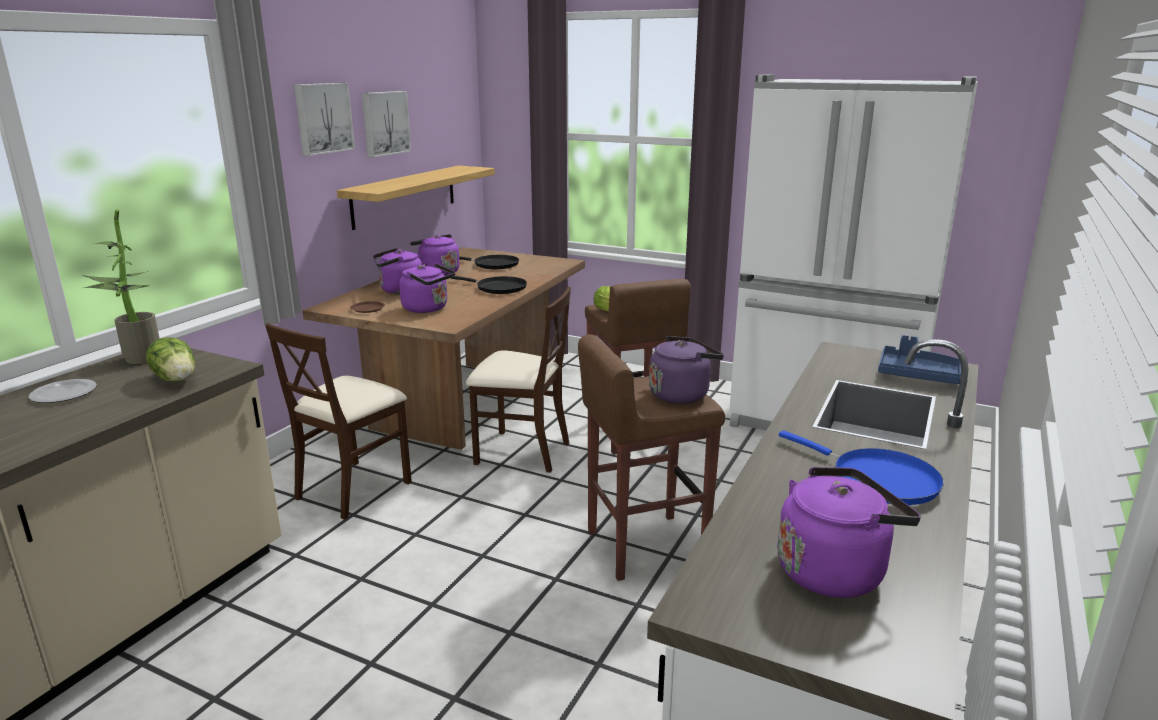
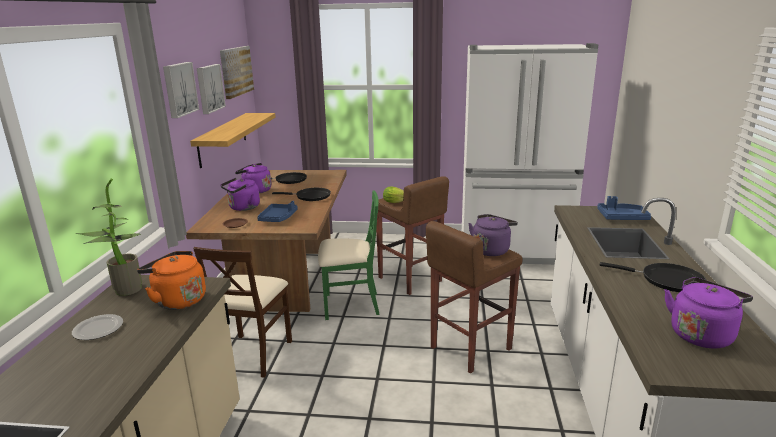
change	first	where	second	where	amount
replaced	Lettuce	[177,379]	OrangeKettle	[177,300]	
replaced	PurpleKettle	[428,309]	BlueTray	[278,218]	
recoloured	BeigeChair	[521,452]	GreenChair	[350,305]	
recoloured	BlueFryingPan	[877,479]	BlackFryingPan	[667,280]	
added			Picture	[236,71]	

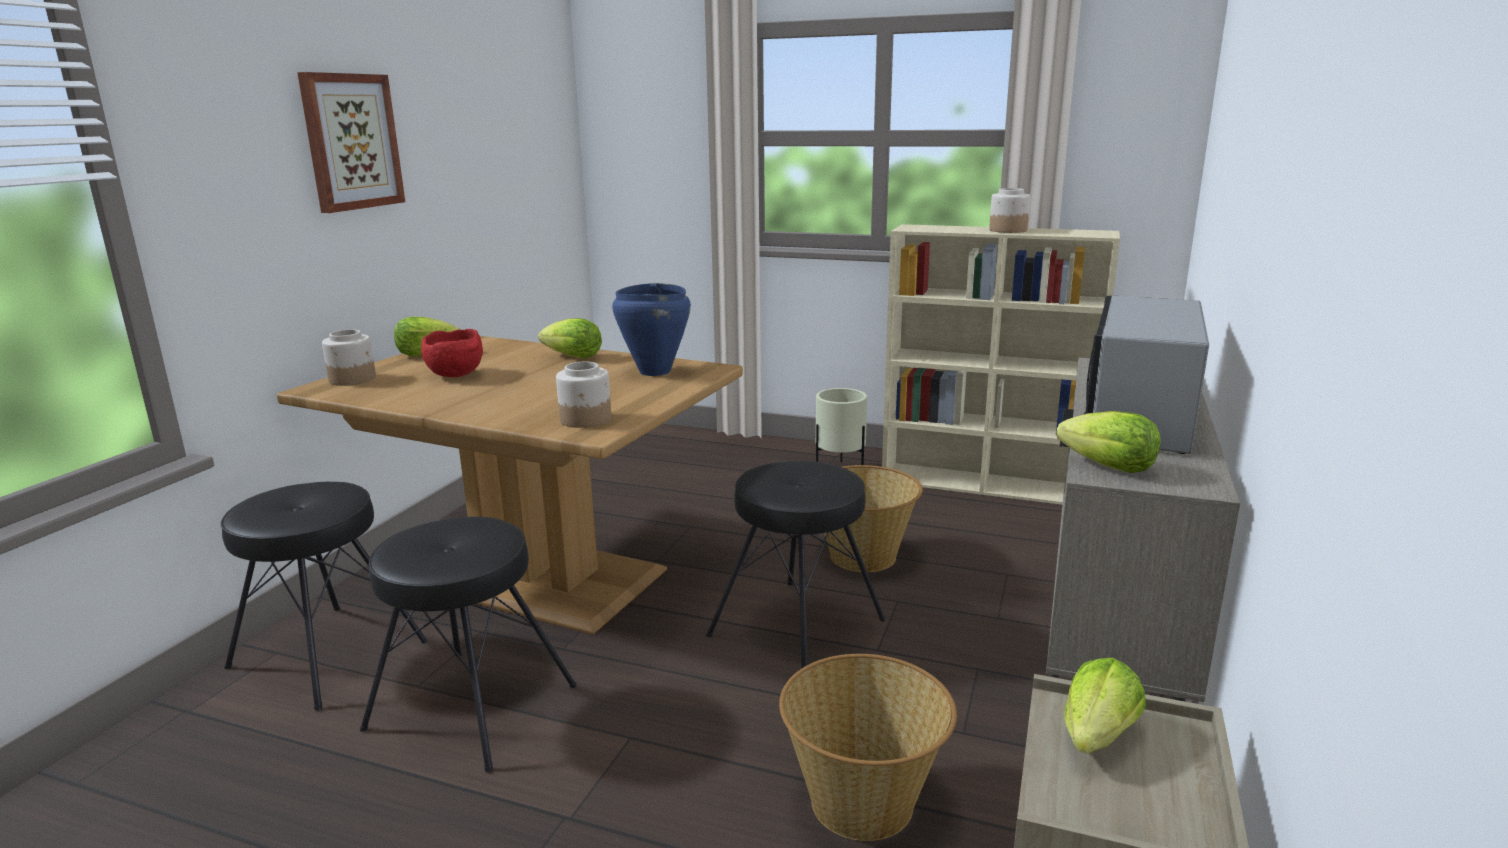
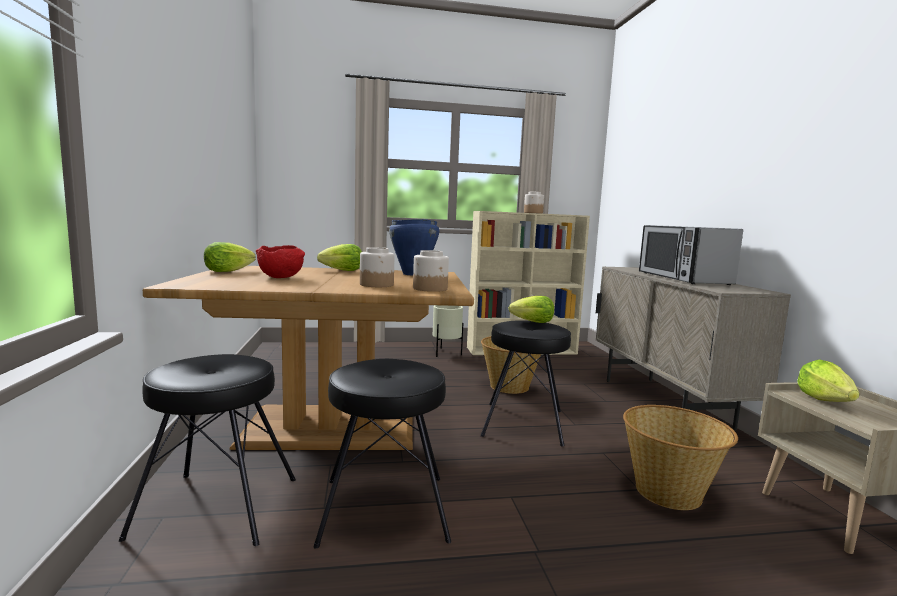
change	first	where	second	where	amount
removed	Picture	[351,142]			
moved	Jar	[353,379]		[377,285]	
moved	Lettuce	[1109,468]		[533,322]	

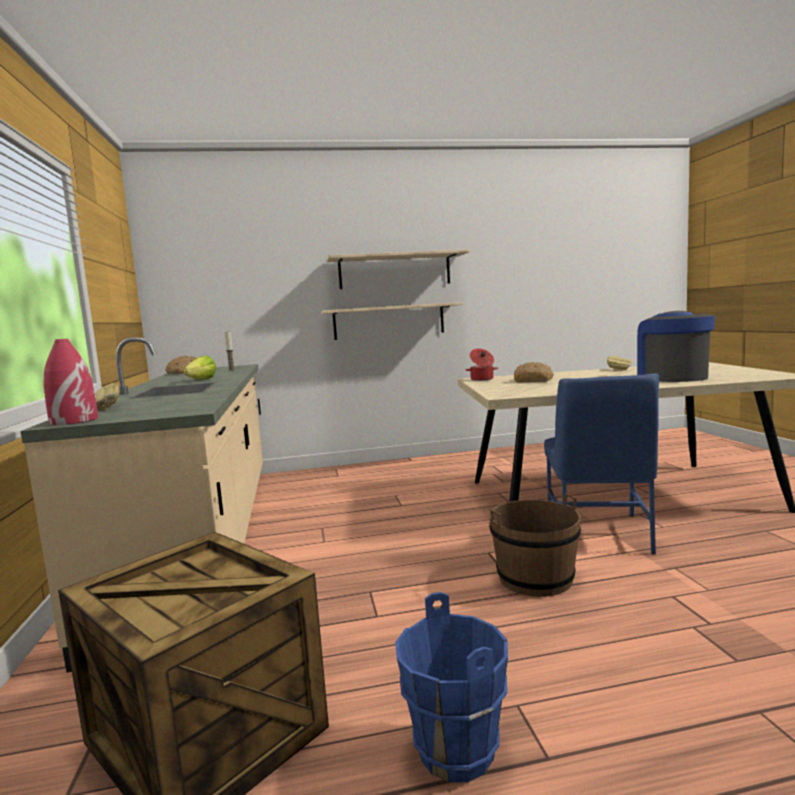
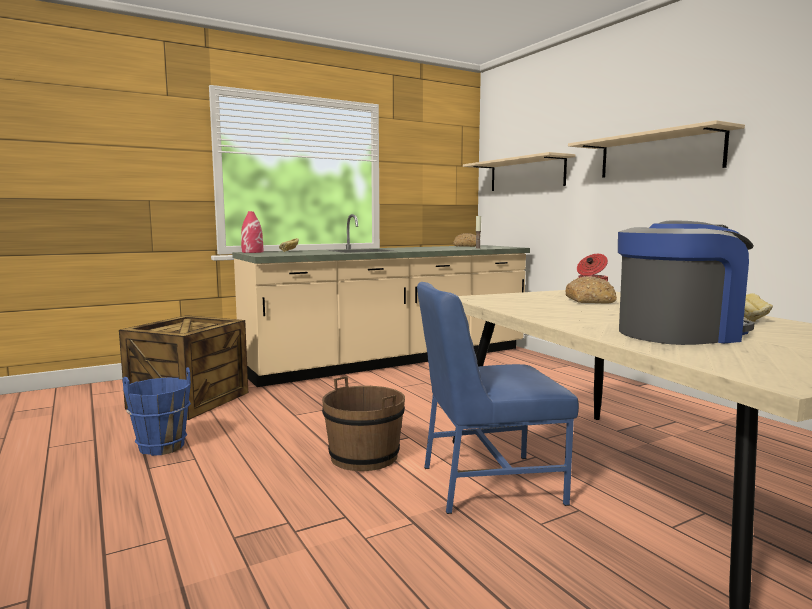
change	first	where	second	where	amount
removed	Lettuce	[198,381]			
moved	BeigeShelf	[389,321]		[526,174]	

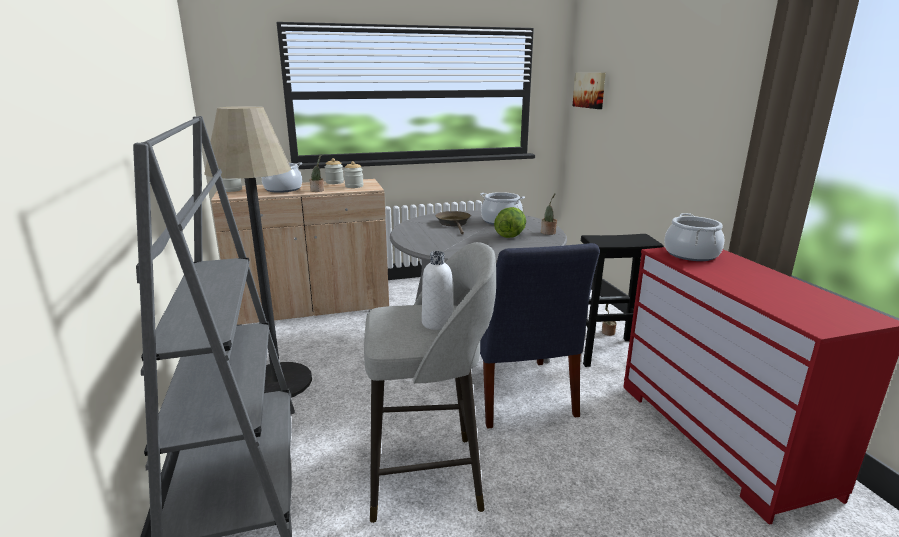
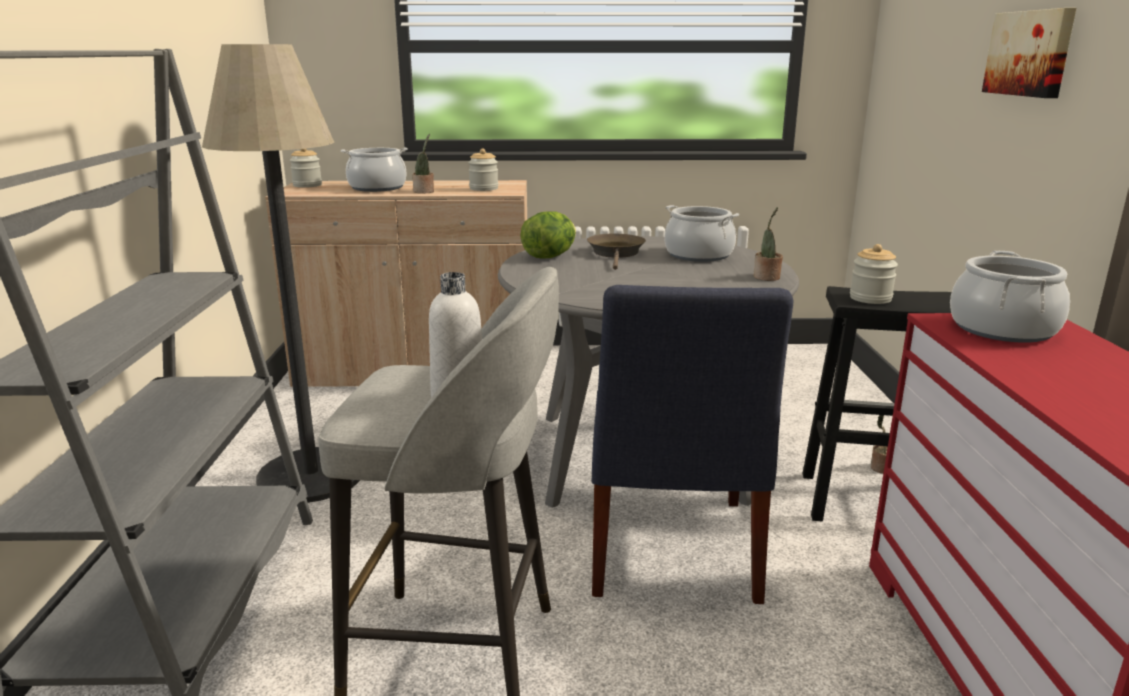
change	first	where	second	where	amount
moved	Jar	[334,182]		[870,298]	
moved	Lettuce	[510,236]		[549,256]	
moved	Picture	[590,90]		[1030,53]	

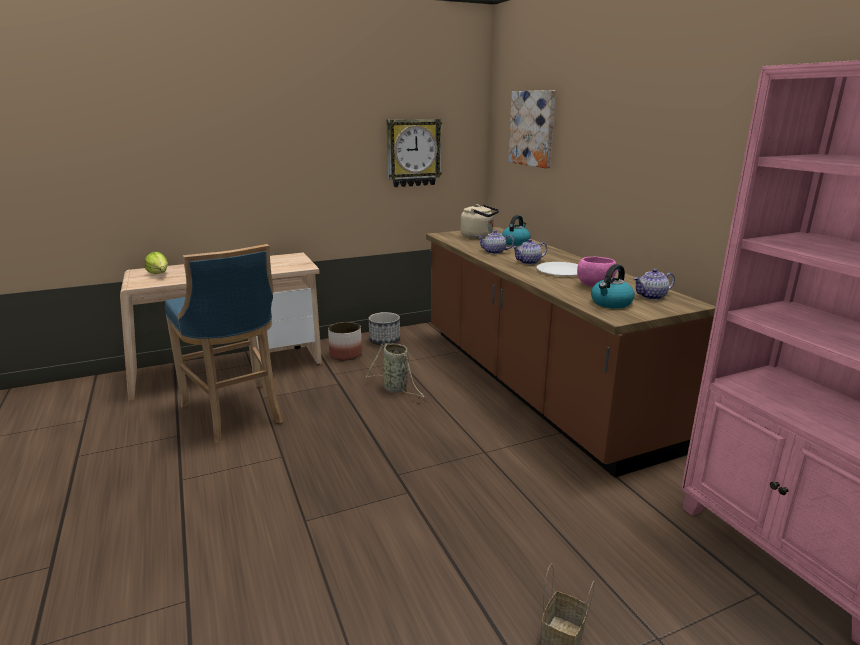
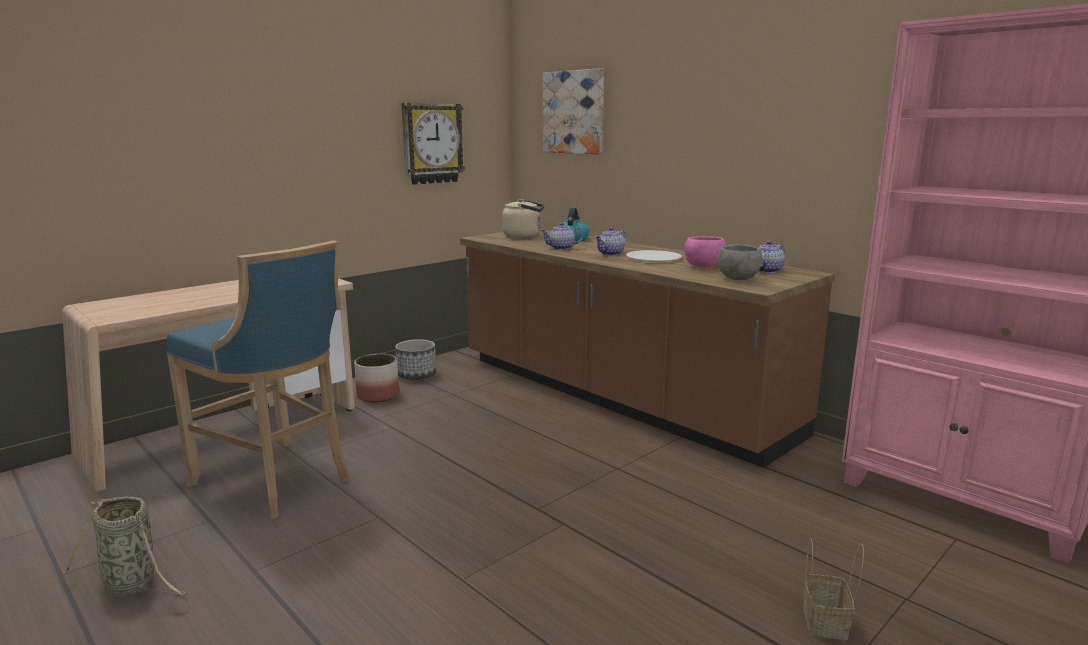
change	first	where	second	where	amount
removed	Lettuce	[159,275]			
moved	Basket	[396,389]		[133,584]	
replaced	Kettle	[611,303]	GreyBowl	[738,278]	

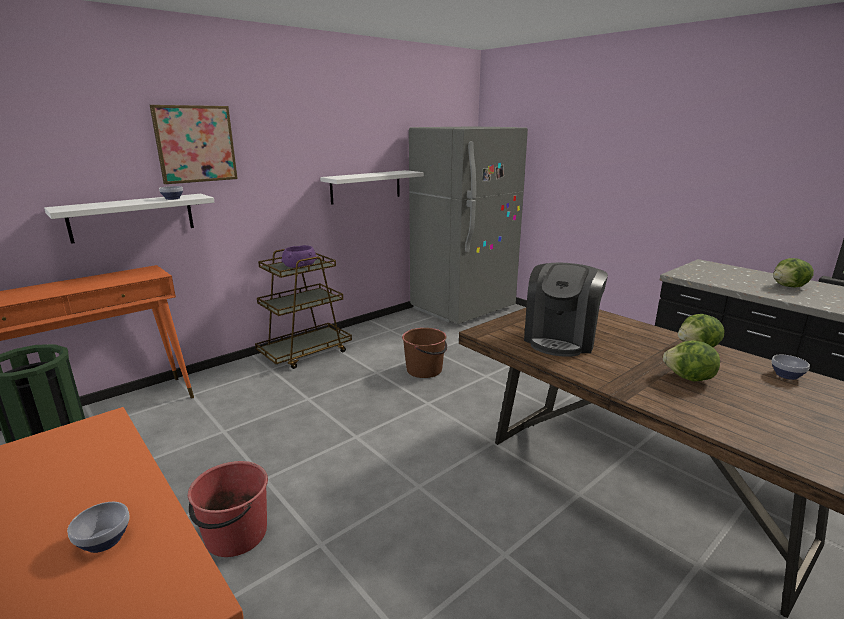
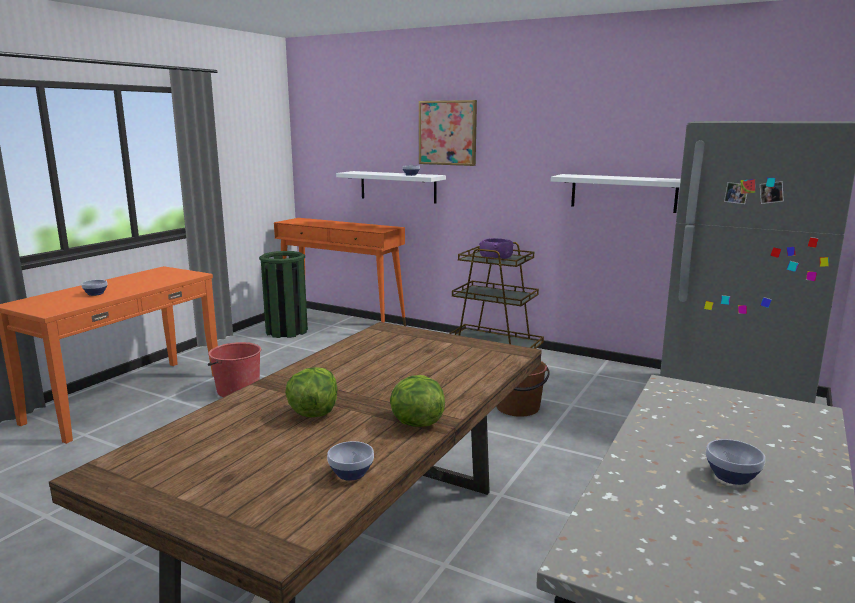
change	first	where	second	where	amount
removed	CoffeeMachine	[561,339]			
replaced	Lettuce	[789,287]	Bowl	[732,477]	

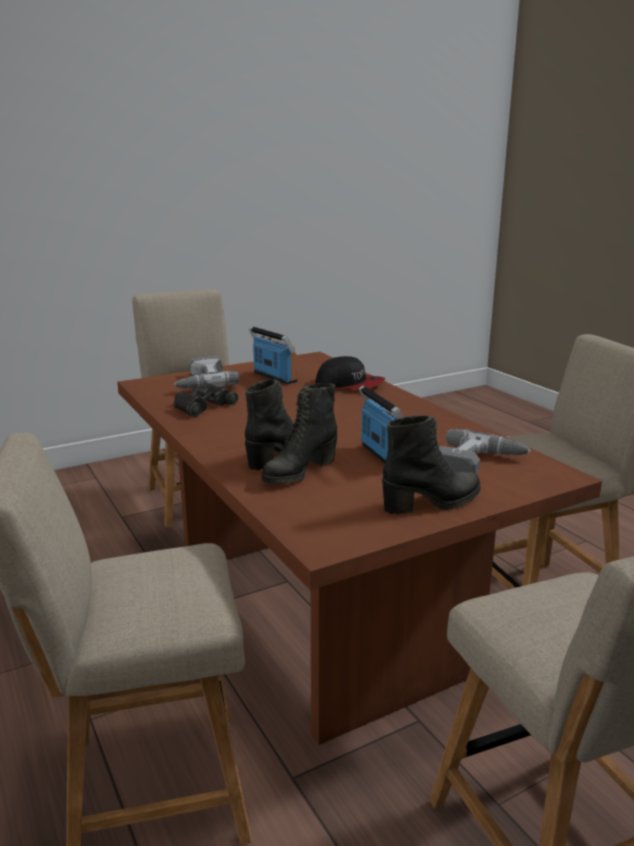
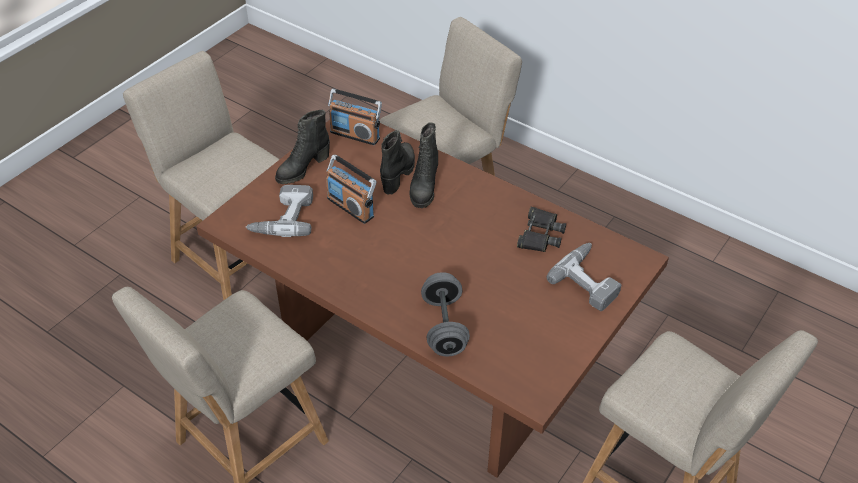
change	first	where	second	where	amount
moved	Radio	[274,377]		[355,135]	
replaced	Cap	[350,384]	GreyDumbbell	[444,327]	

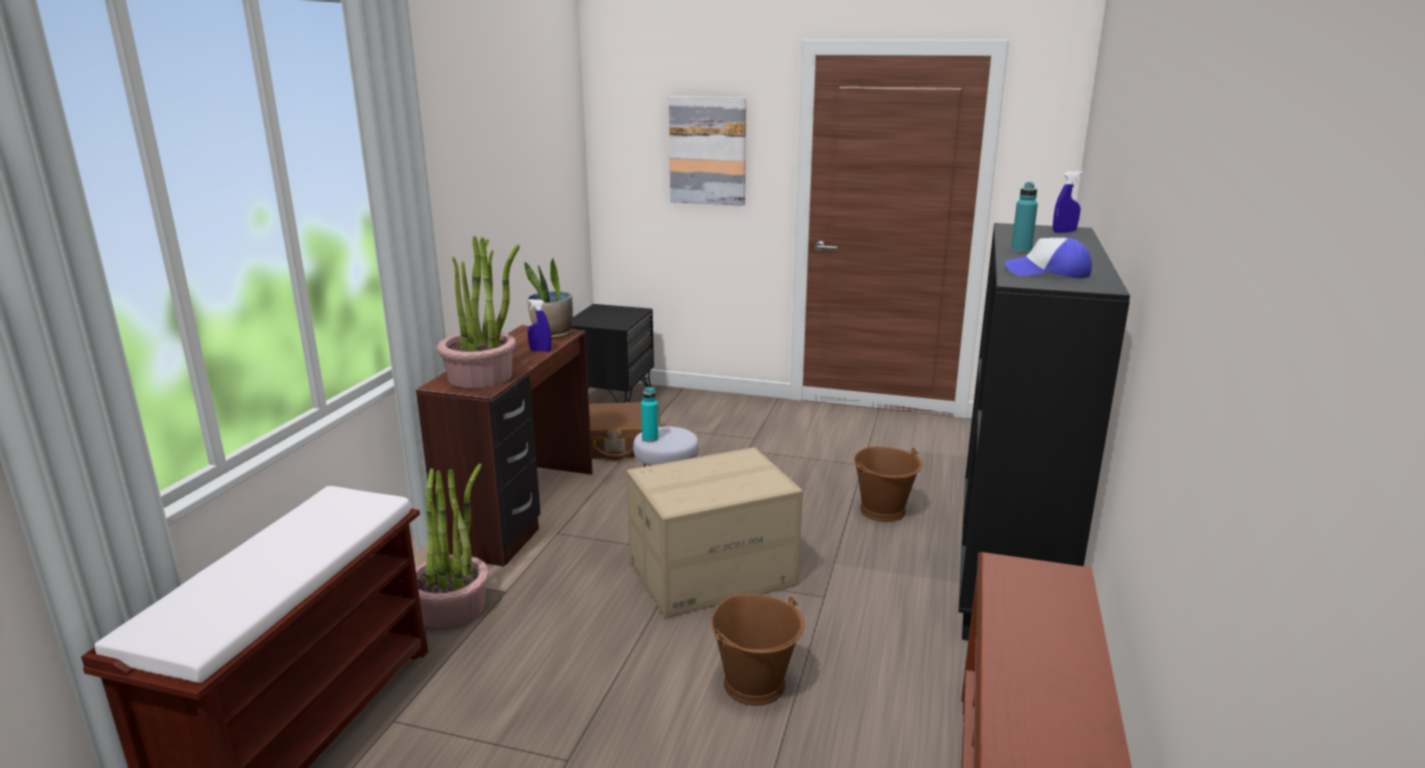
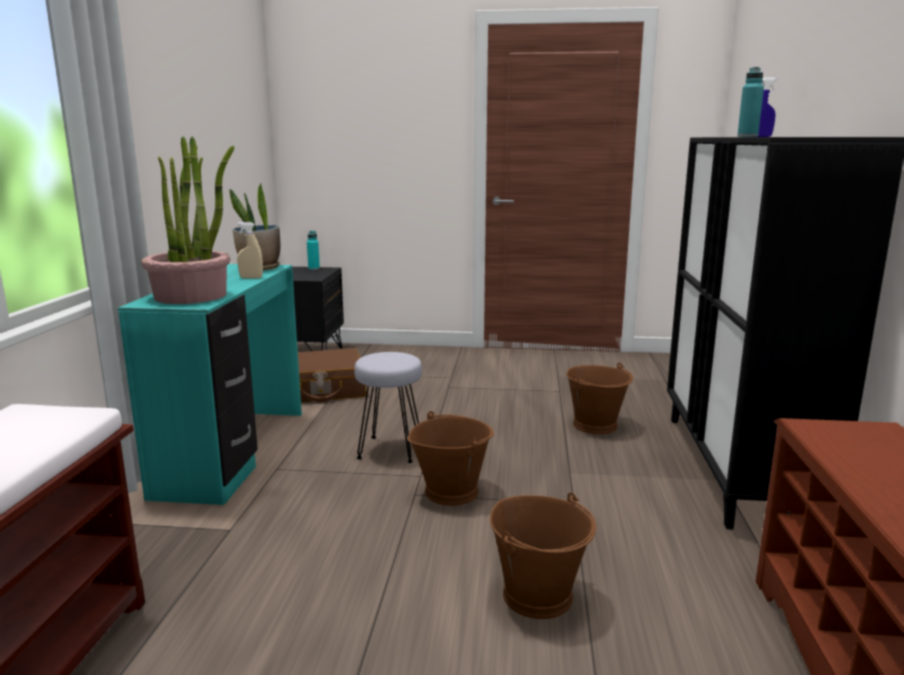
change	first	where	second	where	amount
removed	PottedPlant	[451,607]			
recoloured	BrownDesk	[523,511]	TurquoiseDesk	[235,452]	
recoloured	BlueSprayBottle	[540,351]	BeigeSprayBottle	[251,278]	
replaced	CardboardBox	[712,573]	BrownBucket	[451,491]	
moved	TurquoiseBottle	[650,439]		[314,268]	
removed	Picture	[708,150]			
removed	Cap	[1047,273]			

